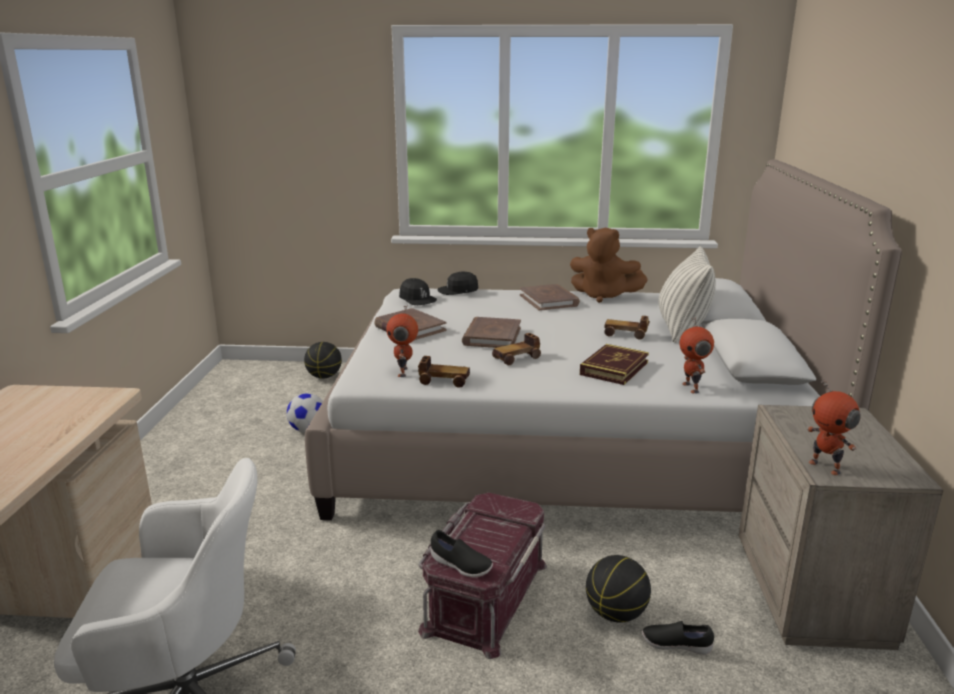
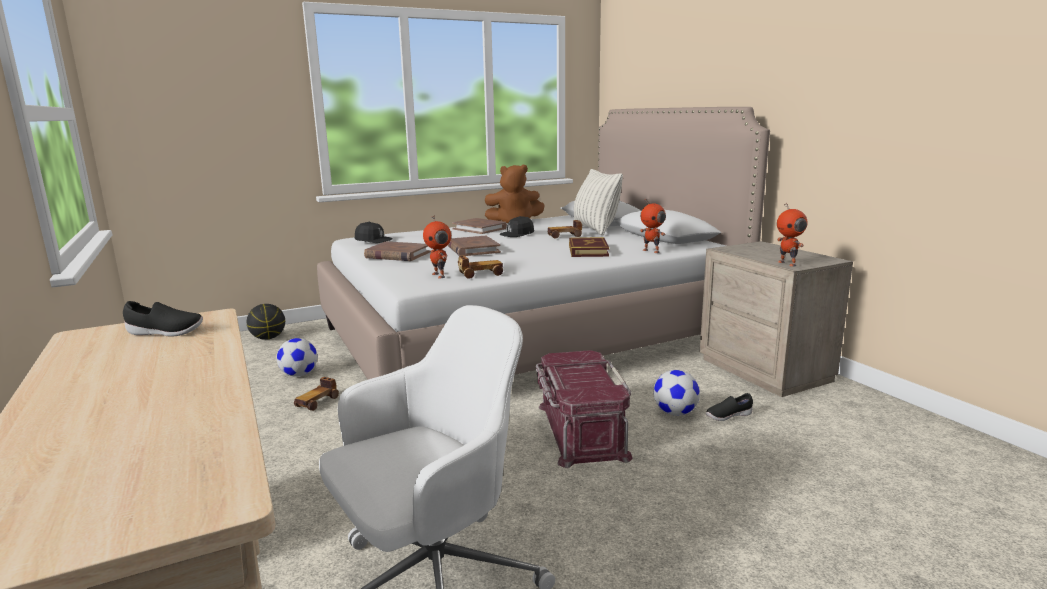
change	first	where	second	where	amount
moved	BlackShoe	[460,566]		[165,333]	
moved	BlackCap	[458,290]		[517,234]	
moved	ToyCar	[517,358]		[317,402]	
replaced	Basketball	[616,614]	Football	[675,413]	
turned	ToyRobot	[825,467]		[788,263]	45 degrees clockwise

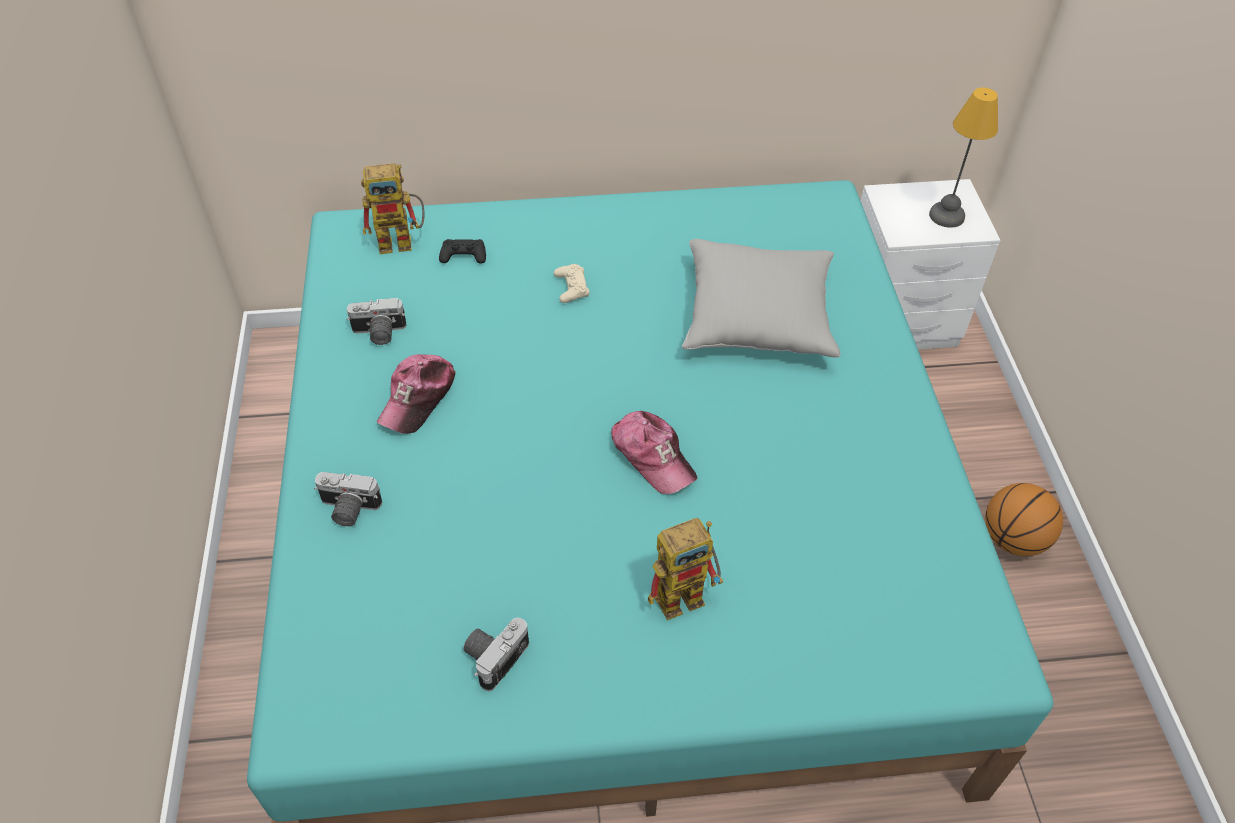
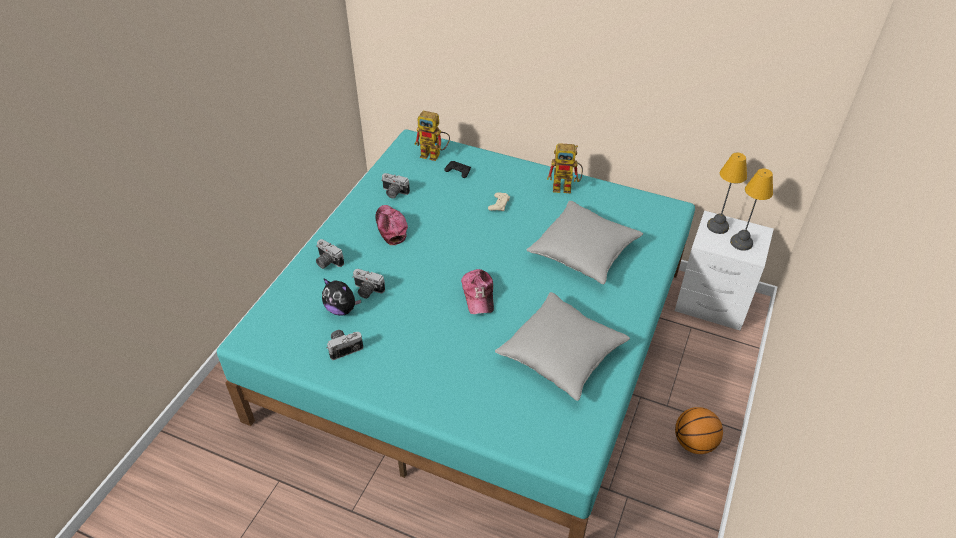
change	first	where	second	where	amount
turned	Cap	[418,398]		[390,227]	105 degrees clockwise
moved	ToyRobot	[687,592]		[566,187]	
added			PlushToy	[342,309]	
added			PhotoCamera	[367,291]	
added			GreyPillow	[561,355]	
added			TableLamp	[717,226]	

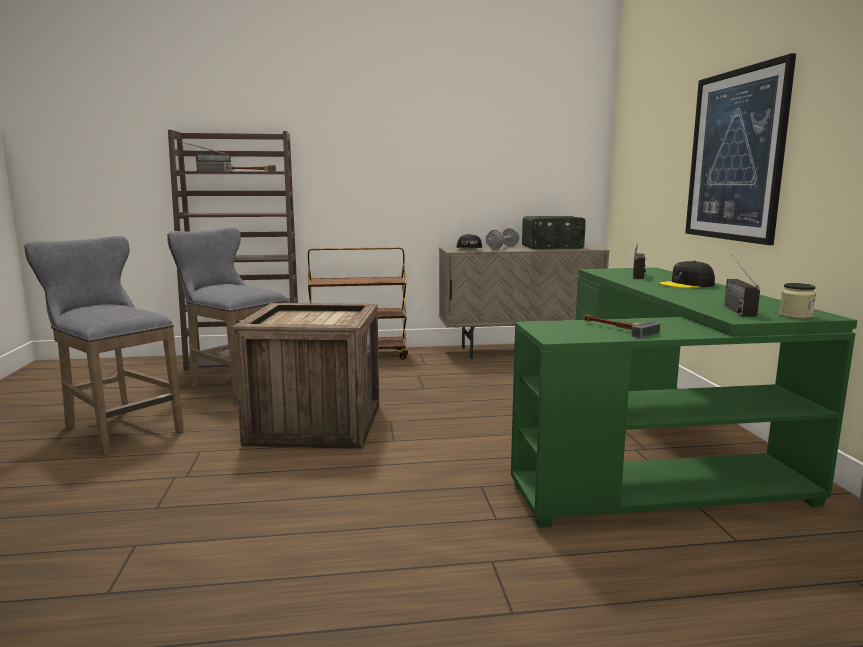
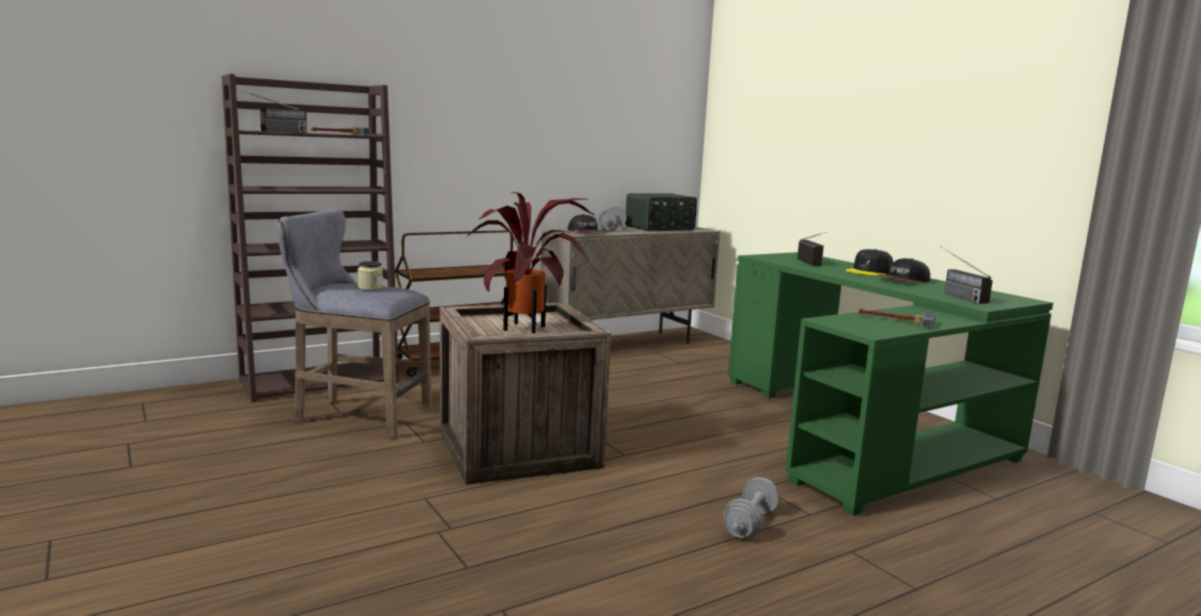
change	first	where	second	where	amount
removed	GreyStool	[117,428]			
removed	Picture	[735,156]			
moved	Jar	[795,316]		[370,288]	
added			PottedPlant	[527,329]	
added			GreyDumbbell	[750,523]	
added			Cap	[903,280]	

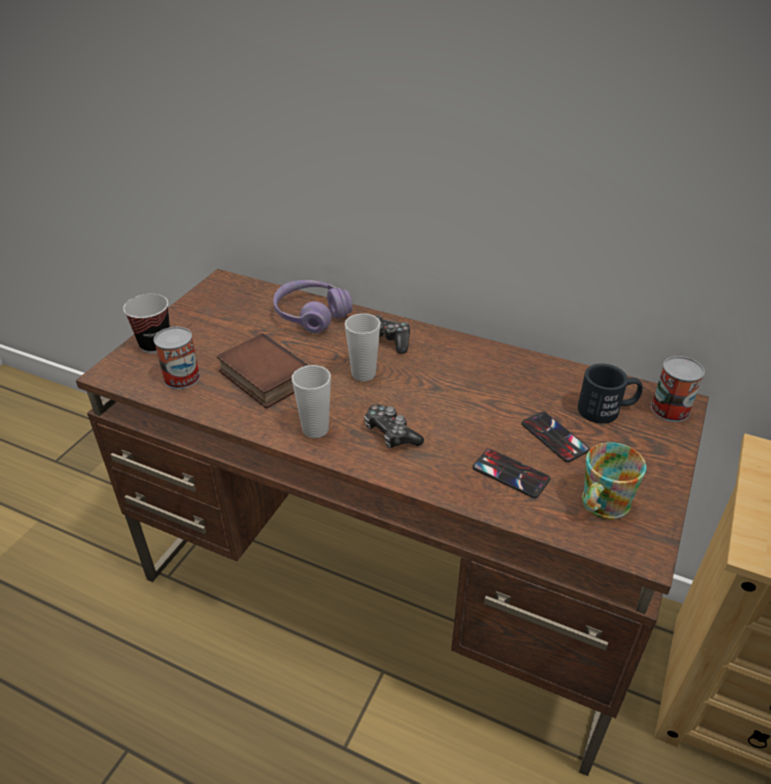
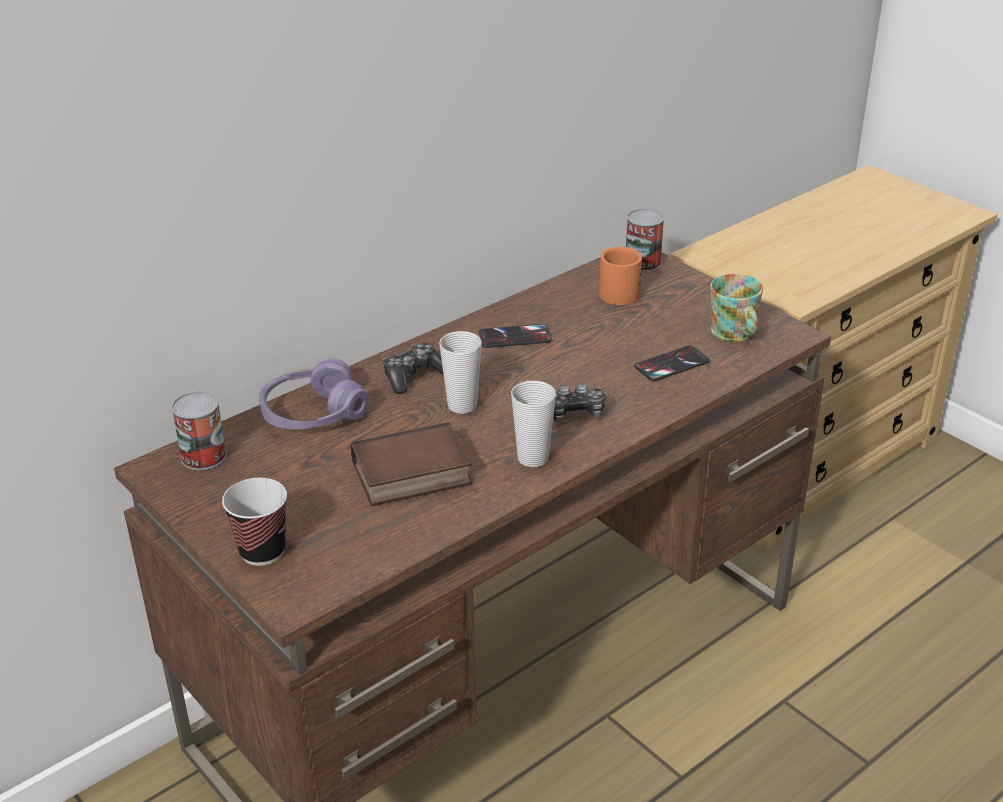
change	first	where	second	where	amount
moved	Can	[182,377]		[203,456]	
moved	Phone	[554,437]		[515,337]	
recoloured	BlackMug	[607,409]	OrangeMug	[622,290]	

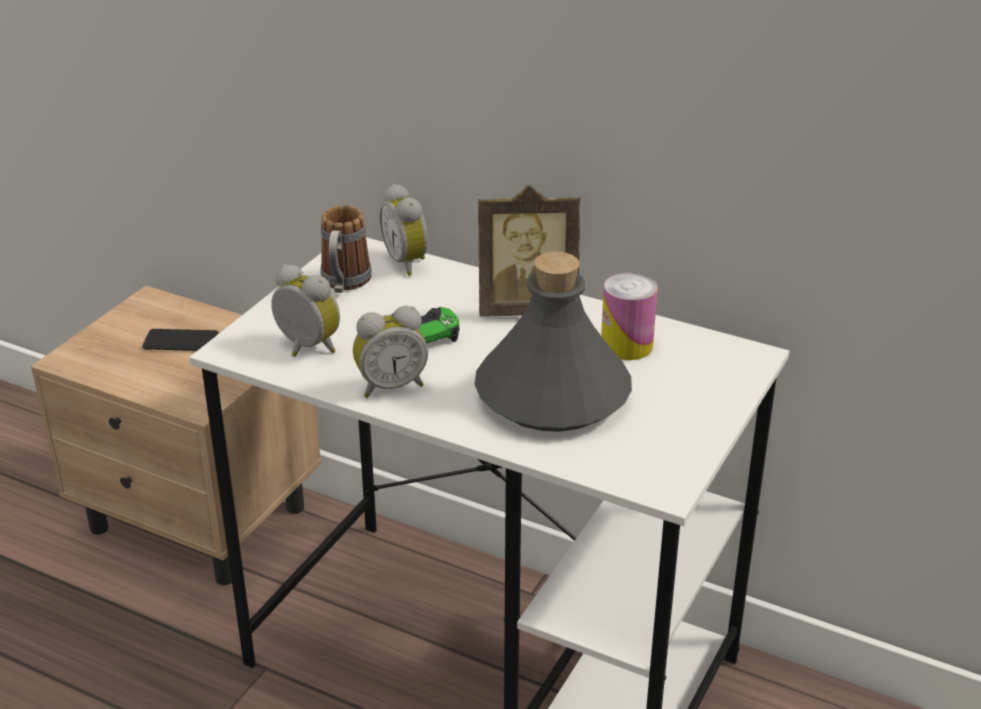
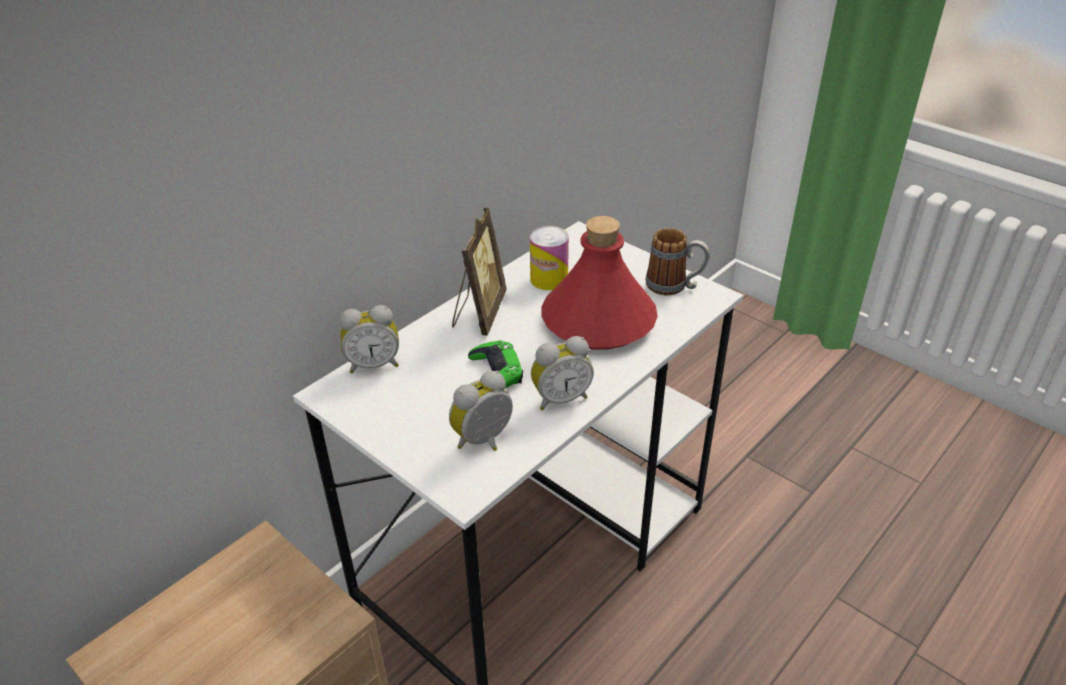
change	first	where	second	where	amount
removed	Phone	[181,341]			
moved	Mug	[344,284]		[674,286]	
turned	AlarmClock	[390,386]		[560,398]	75 degrees clockwise
recoloured	GreyBottle	[553,395]	RedBottle	[599,320]	

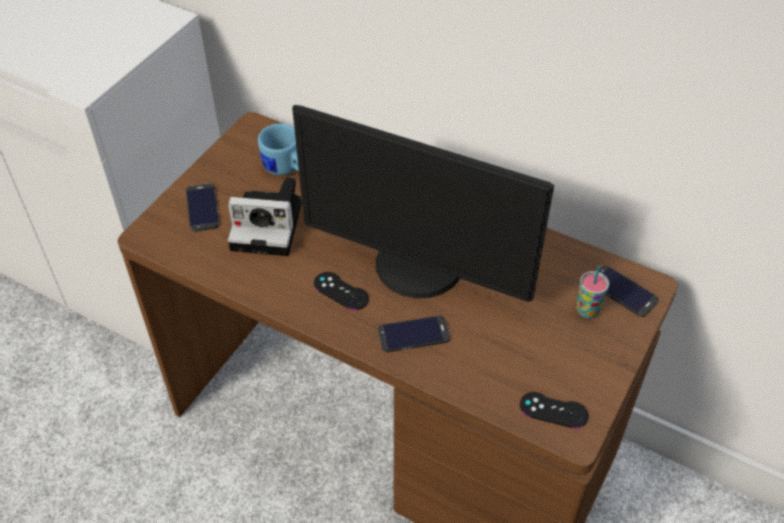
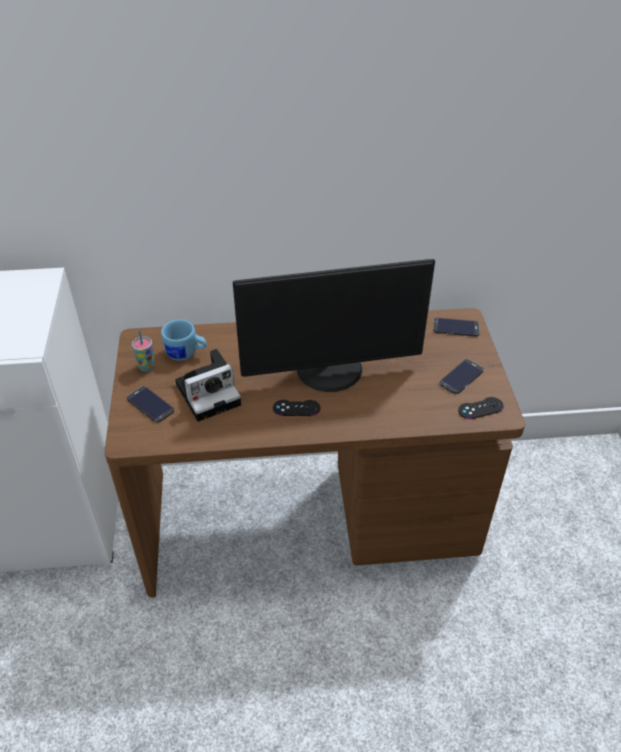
change	first	where	second	where	amount
moved	Phone	[413,334]		[461,377]	
moved	Cup	[587,310]		[146,367]	

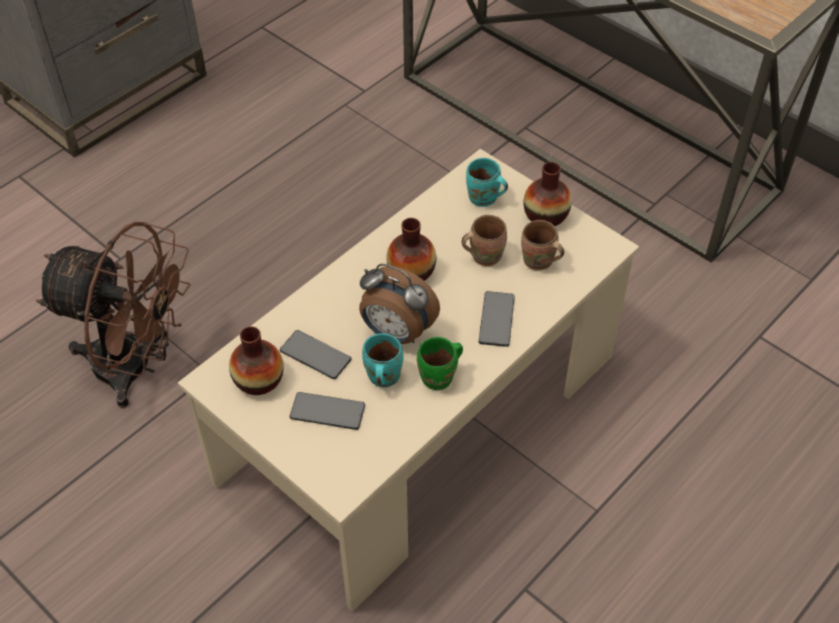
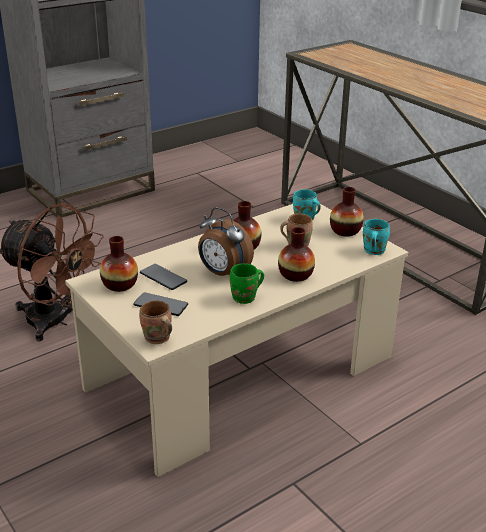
change	first	where	second	where	amount
moved	TurquoiseMug	[381,377]		[372,251]	
replaced	Phone	[496,319]	Vase	[295,275]	
moved	BrownMug	[538,263]		[157,339]	

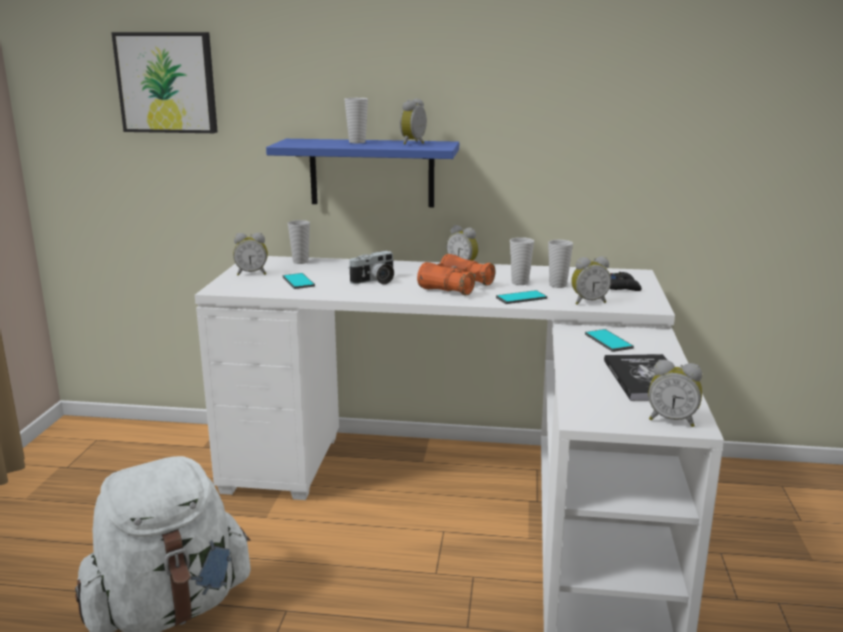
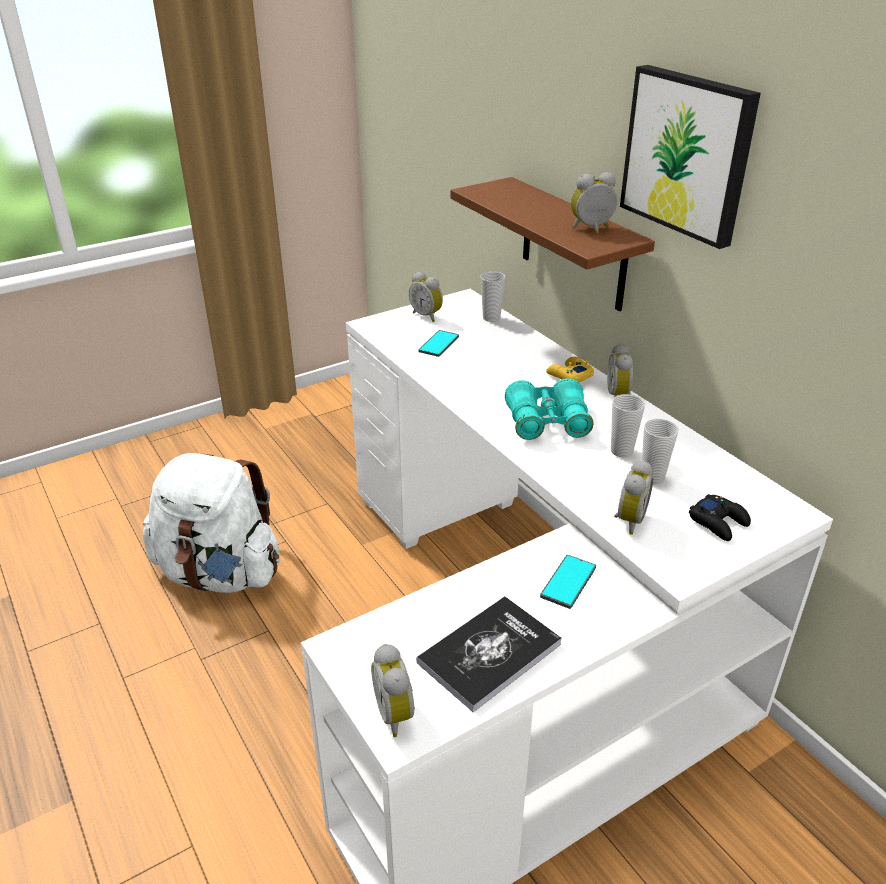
change	first	where	second	where	amount
moved	Picture	[167,82]		[688,154]	
recoloured	BlueShelf	[372,173]	BrownShelf	[573,245]	
removed	Cup	[357,142]			
removed	PhotoCamera	[375,281]			
recoloured	OrangeBinoculars	[456,287]	TurquoiseBinoculars	[547,422]	
removed	Phone	[521,298]			
turned	AlarmClock	[588,302]		[628,520]	105 degrees counterclockwise
added			YellowGameController	[569,375]	

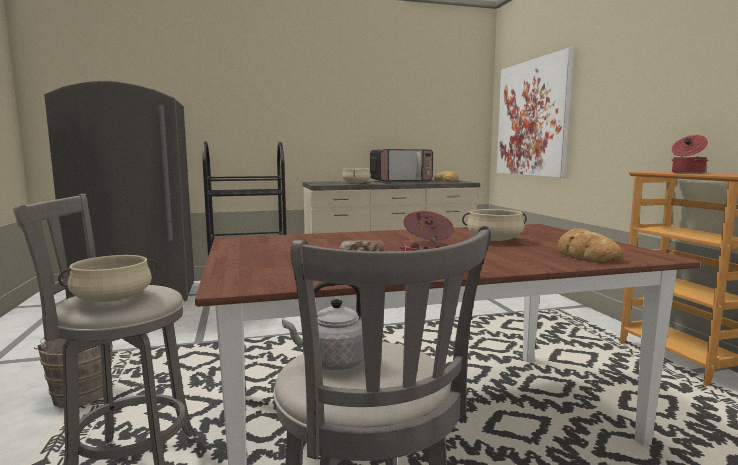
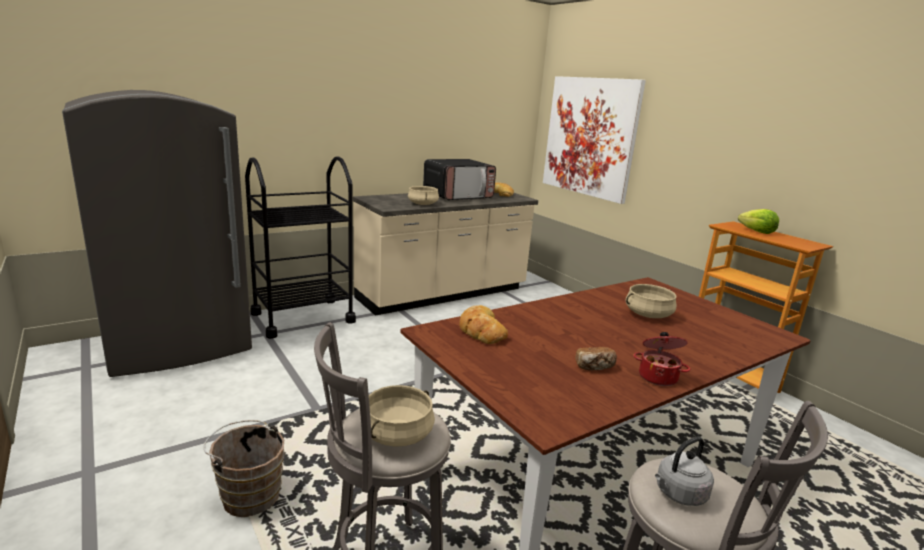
change	first	where	second	where	amount
moved	Bread	[585,254]		[481,330]	
replaced	CookingPot	[687,173]	Lettuce	[757,231]	

